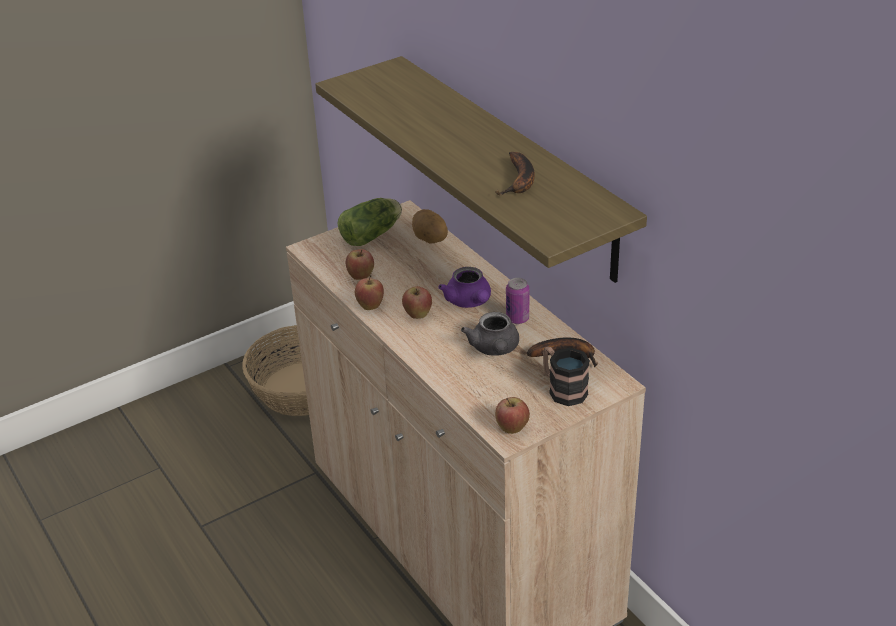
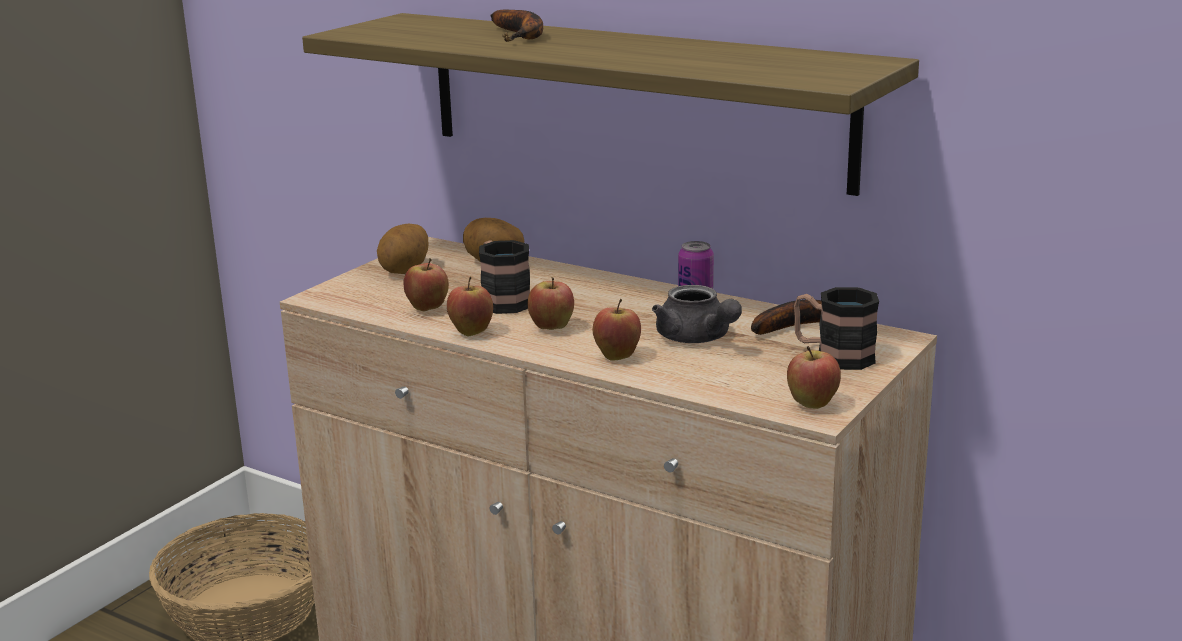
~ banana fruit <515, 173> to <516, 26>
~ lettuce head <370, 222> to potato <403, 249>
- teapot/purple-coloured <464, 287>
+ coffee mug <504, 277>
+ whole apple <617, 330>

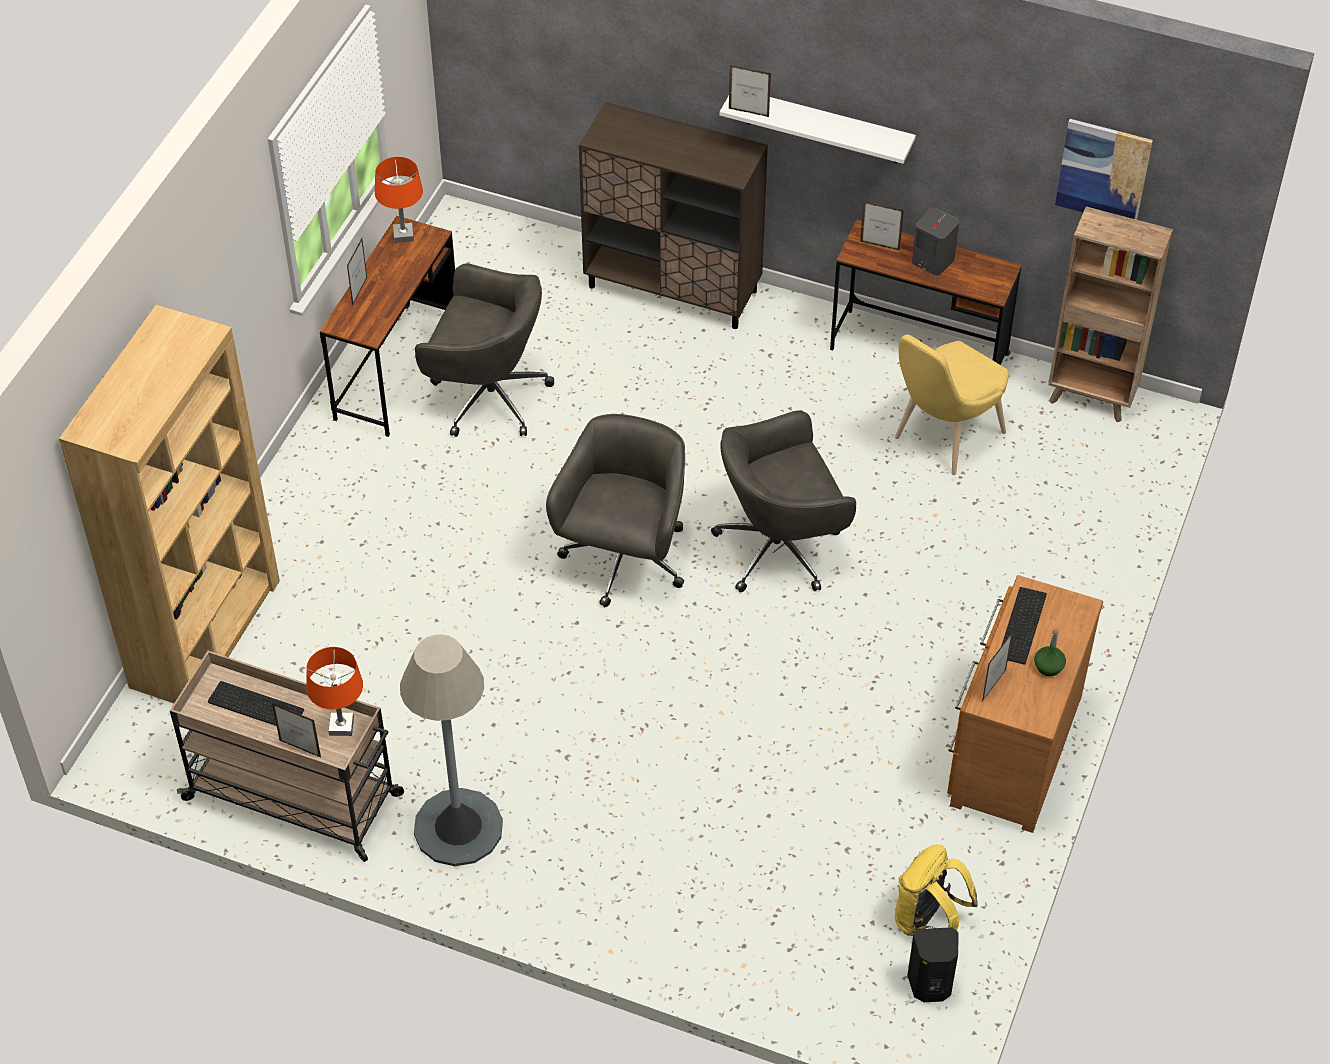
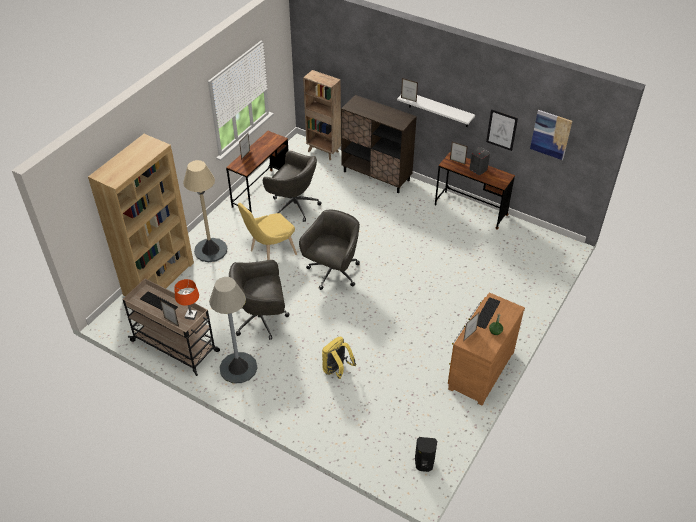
- tabletop lamp/orangey <399, 200>
~ bookshelf/brown-coloured <1110, 314> to <322, 115>
~ plain chair/yellow <952, 404> to <267, 231>
~ computer chair/greyish <783, 501> to <259, 300>
~ rucksack/yellow <936, 890> to <339, 358>
+ wall picture <502, 130>
+ floor lamp/sand-coloured <205, 211>

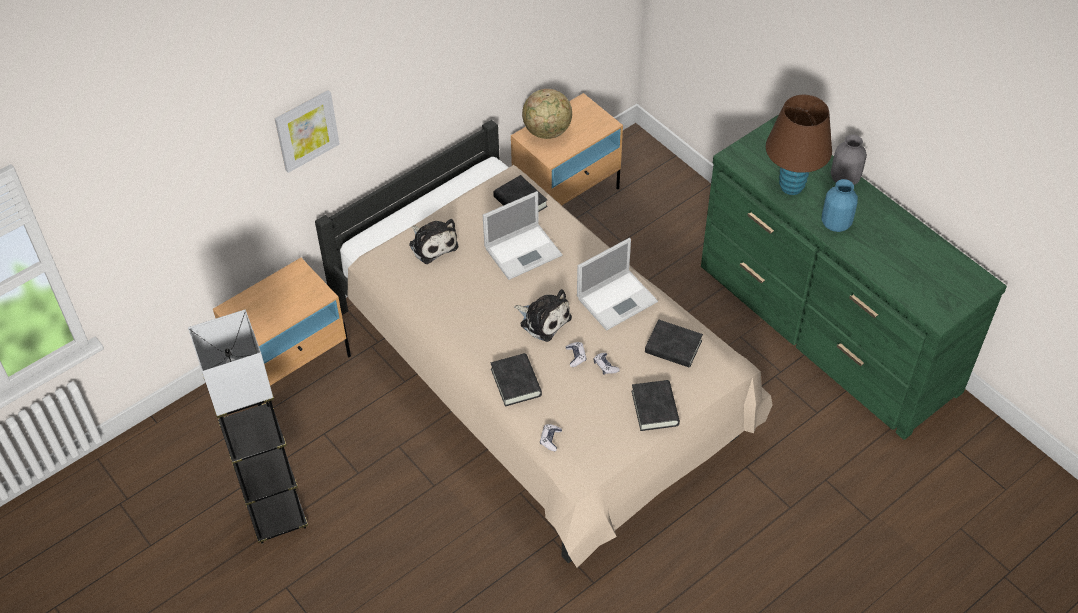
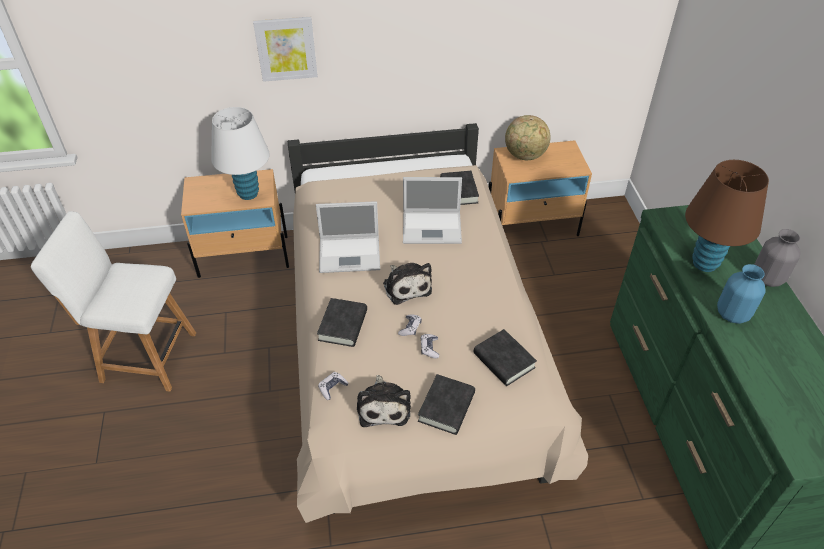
~ cuddly toy <433, 241> to <384, 401>
~ laptop <617, 284> to <348, 237>
~ floor lamp/greyish <248, 427> to plain chair/white <113, 301>
+ tabletop lamp/white <240, 153>

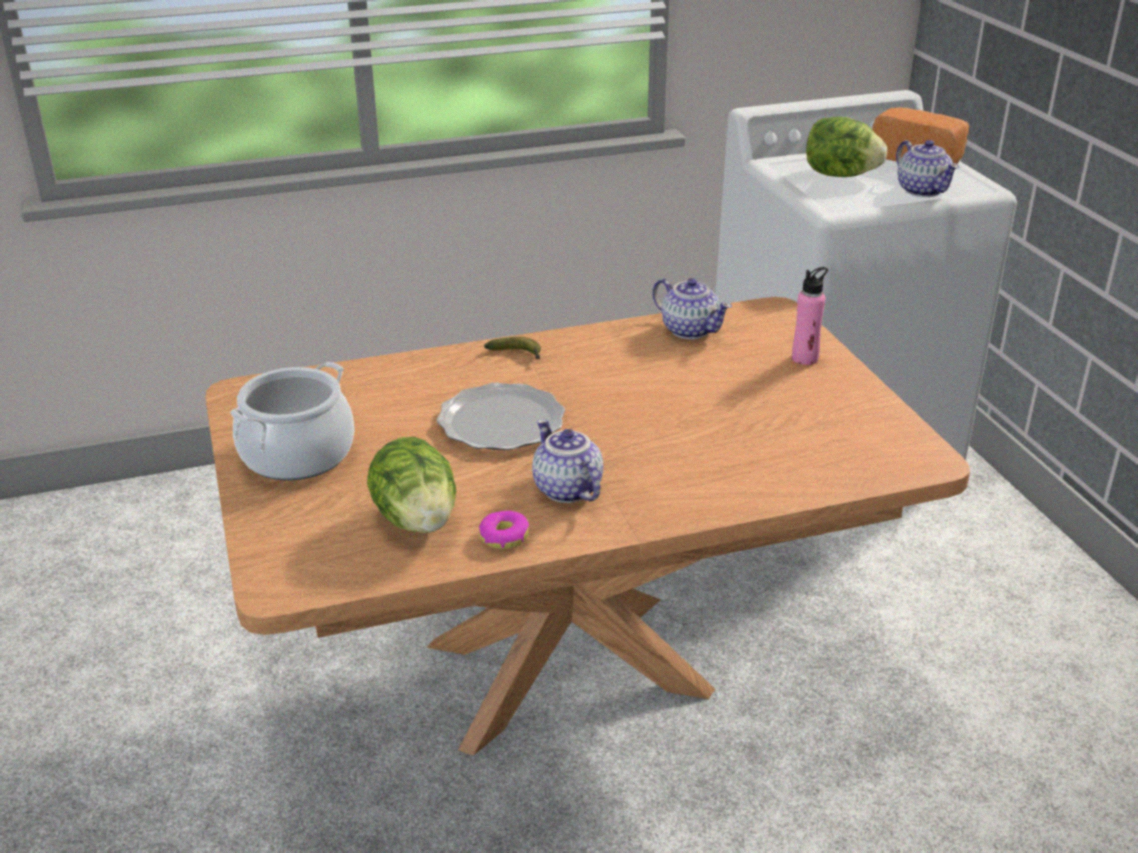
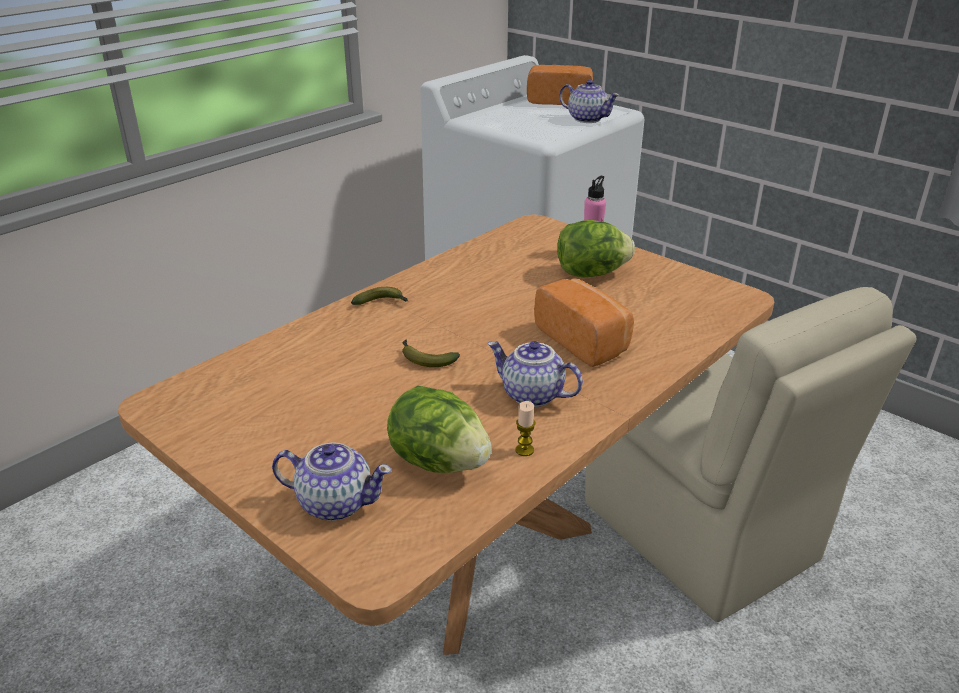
~ lettuce head <846, 147> to <596, 248>
~ teapot <692, 308> to <332, 481>
- saucepot <292, 421>
~ plate <501, 416> to banana fruit <431, 353>
~ doughnut <504, 530> to candle <525, 428>
+ bread <584, 322>
+ plain chair/sand-coloured <751, 454>

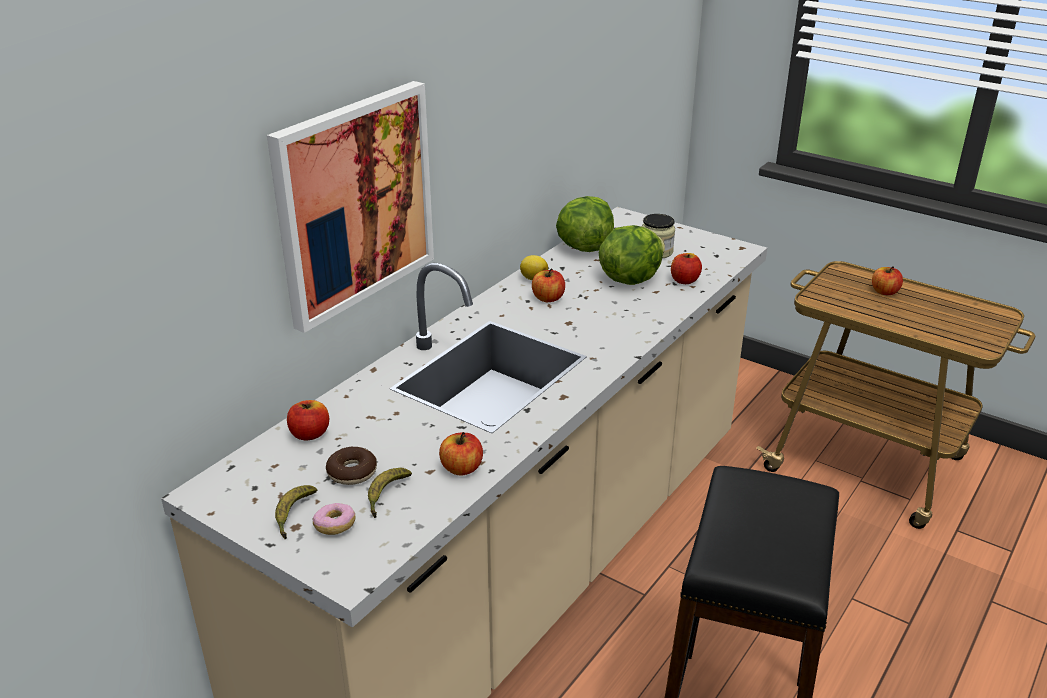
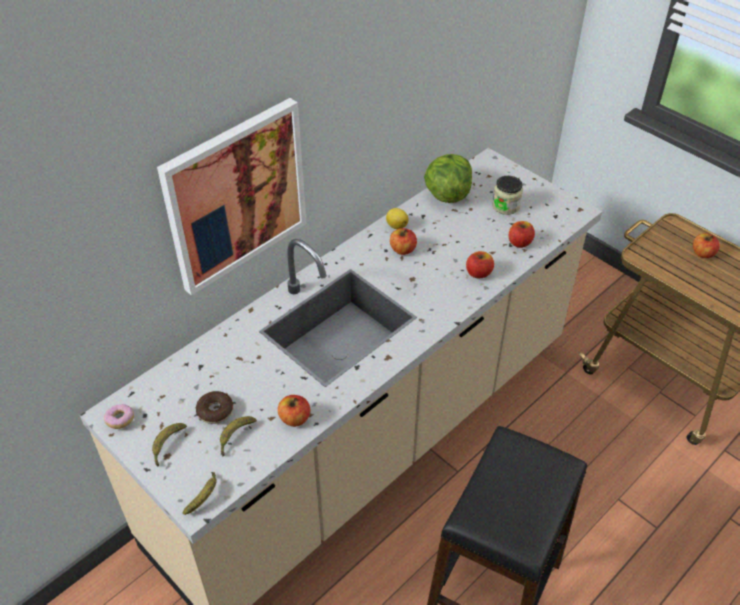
- lettuce head <632, 255>
~ whole apple <308, 420> to <480, 264>
~ doughnut <334, 519> to <119, 416>
+ banana fruit <200, 493>

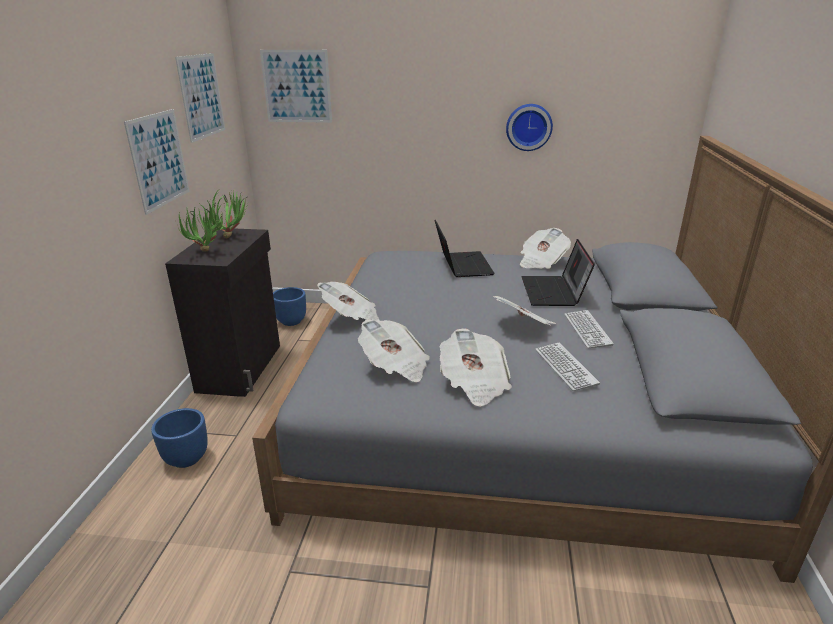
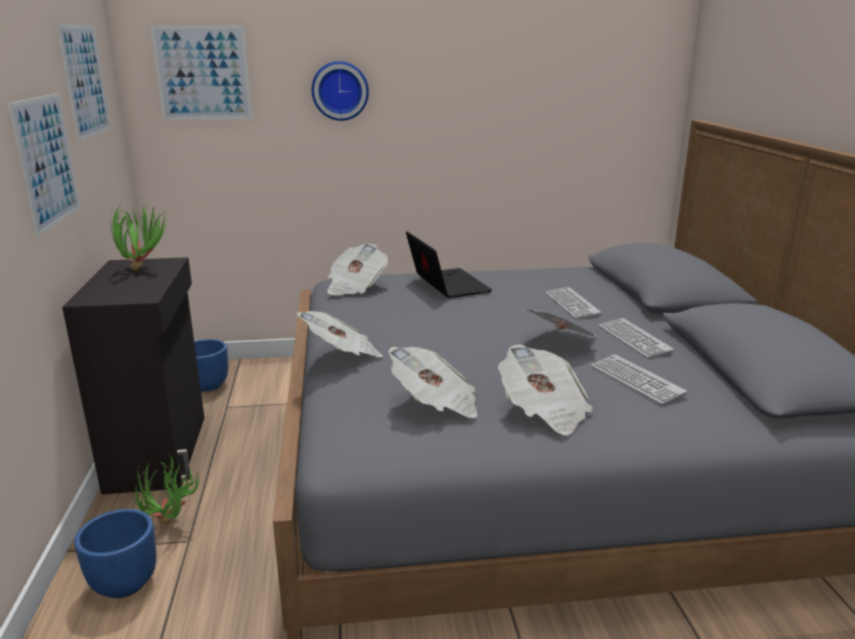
~ wall clock <529, 127> to <340, 91>
~ plant in a pot <200, 227> to <166, 488>
~ daily paper <545, 248> to <357, 269>
~ laptop <558, 272> to computer keyboard <573, 303>

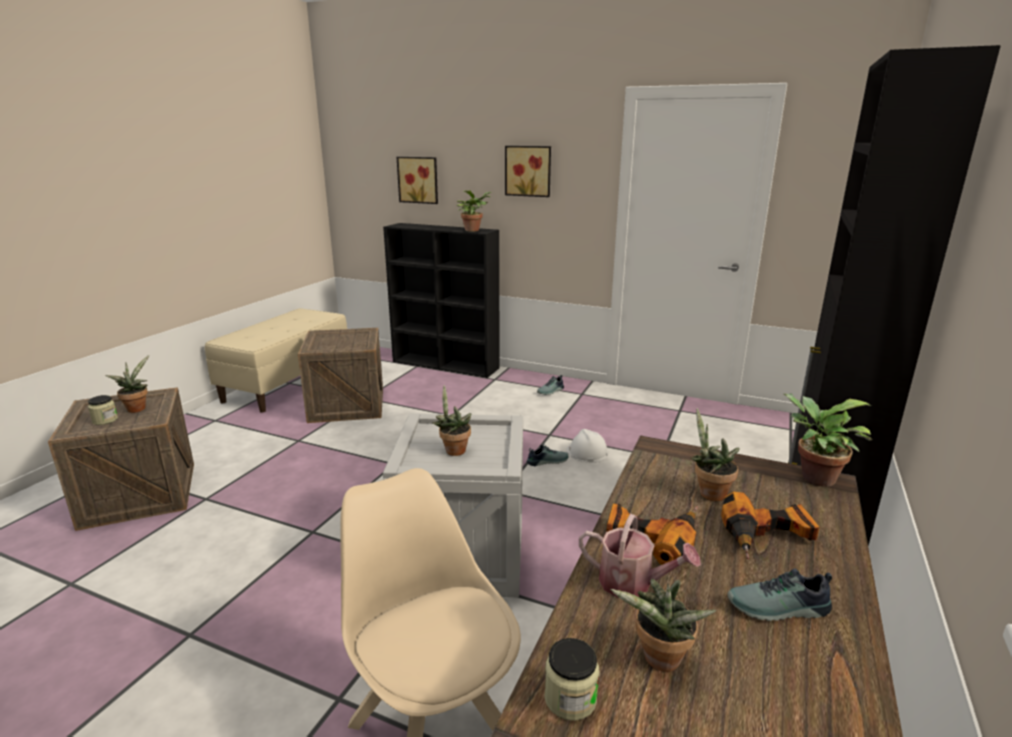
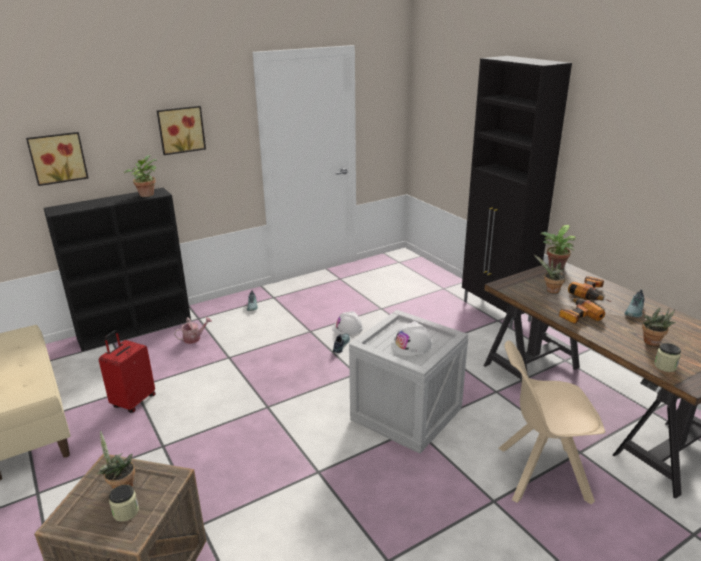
~ shipping crate <340, 375> to suitcase/red-coloured <127, 371>
~ plant in a pot <451, 420> to safety helmet/white <411, 338>
~ sprinkling can <640, 556> to <193, 330>

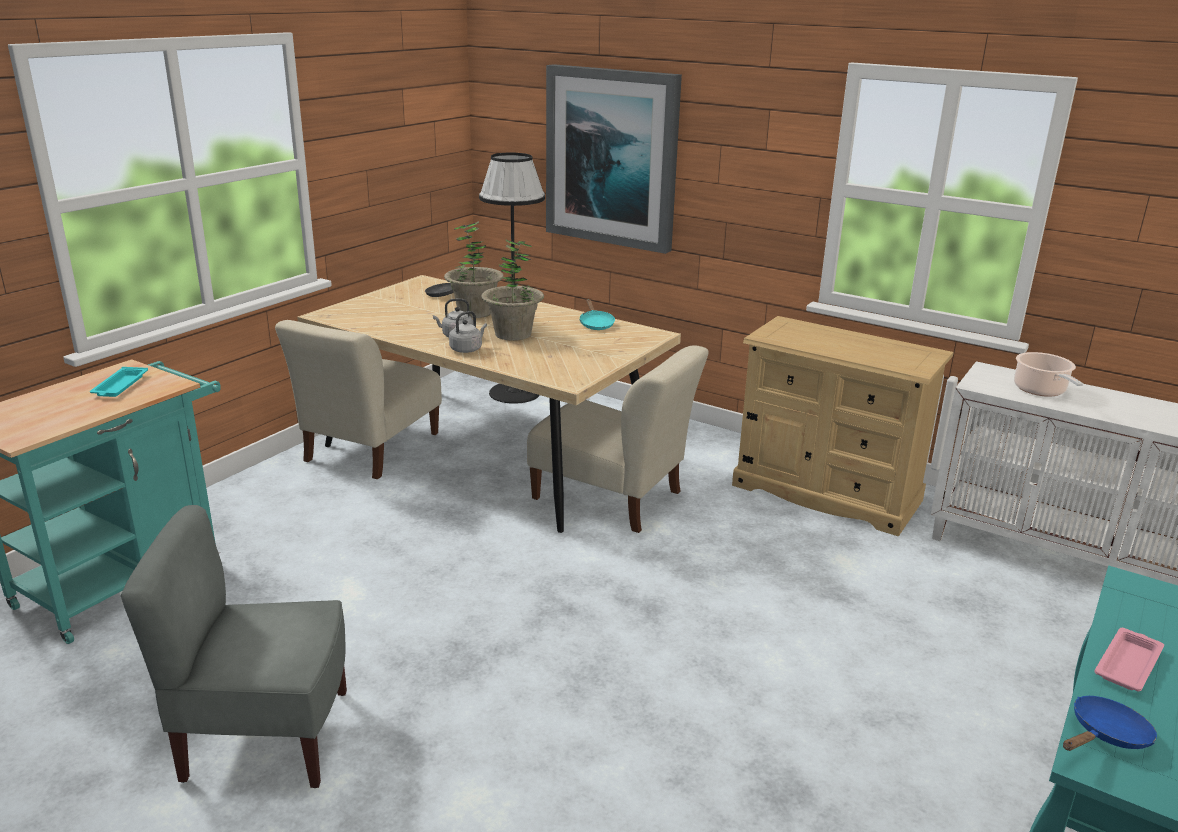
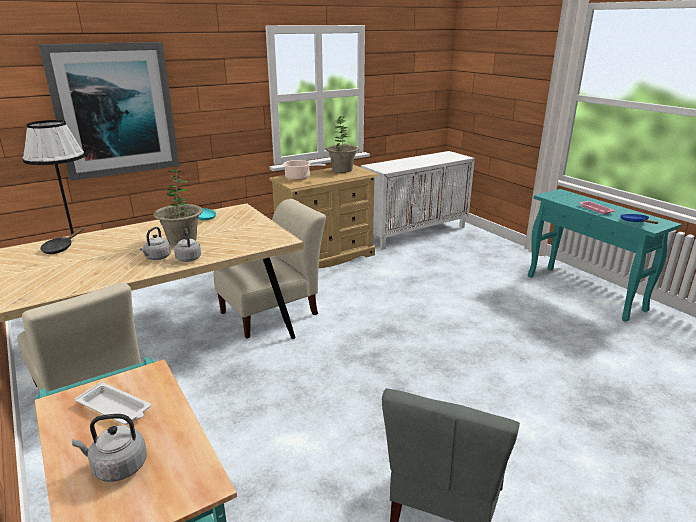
~ plant in a pot <474, 269> to <342, 144>
~ saucepot <1048, 374> to <304, 170>
~ tray/blue-green <119, 382> to tray/white <113, 403>
+ water kettle/greyish <109, 448>

